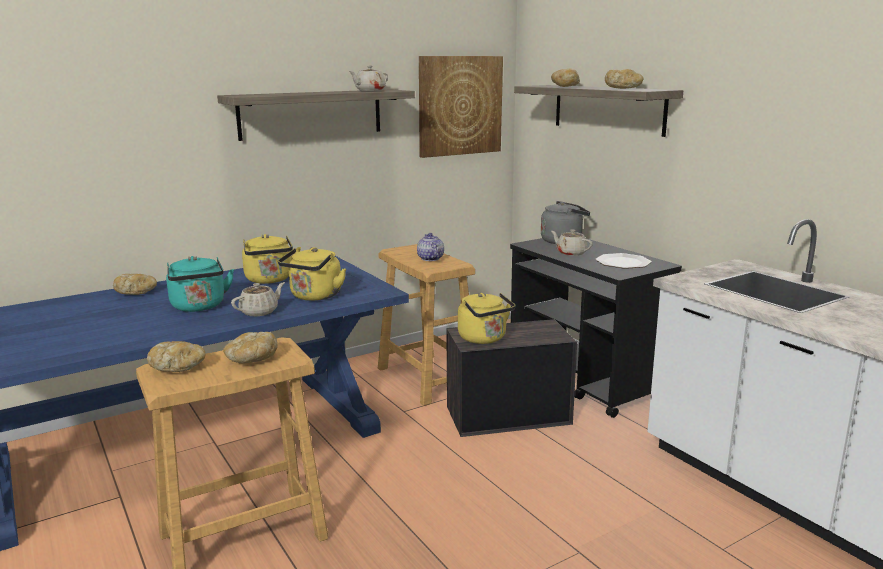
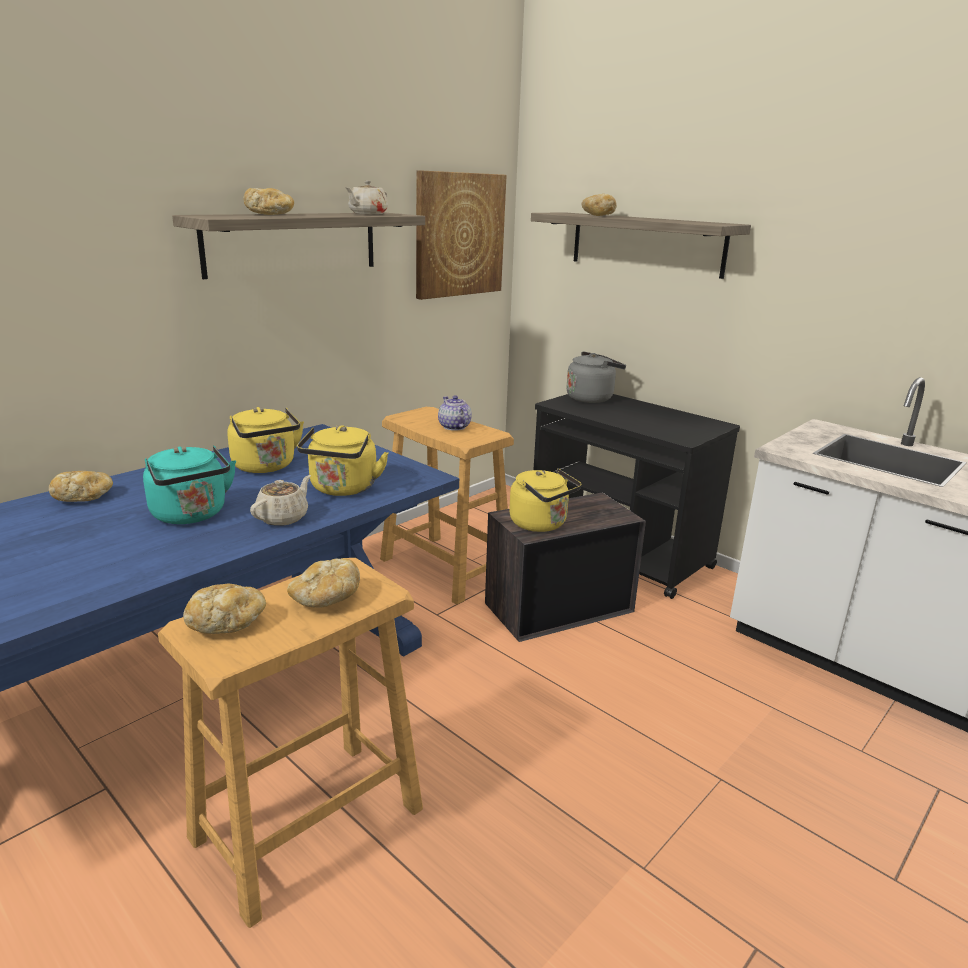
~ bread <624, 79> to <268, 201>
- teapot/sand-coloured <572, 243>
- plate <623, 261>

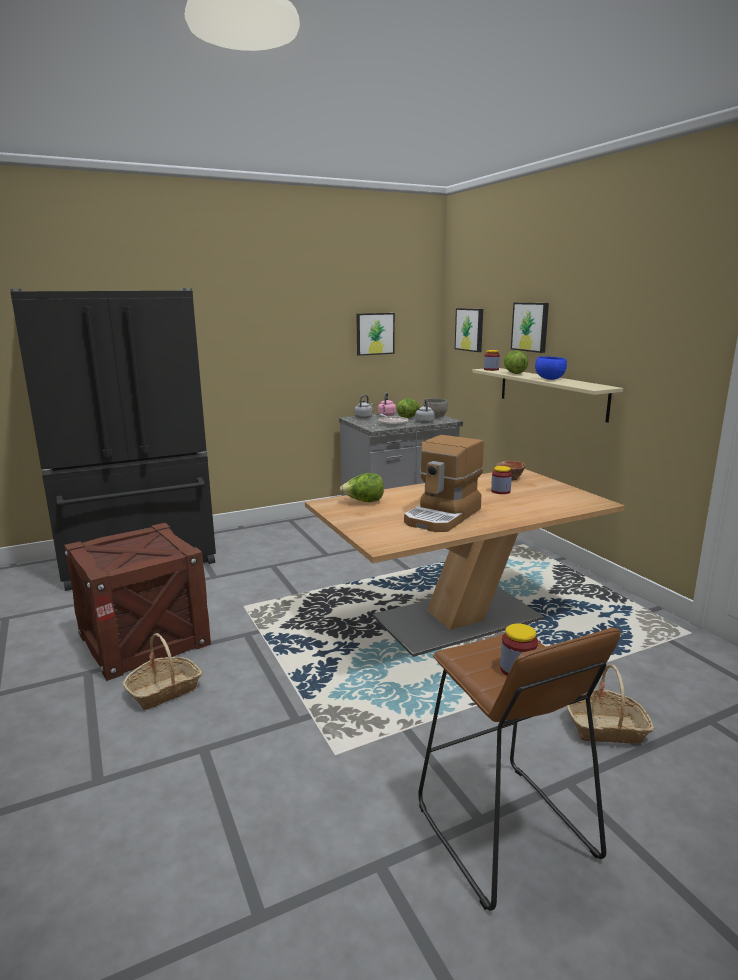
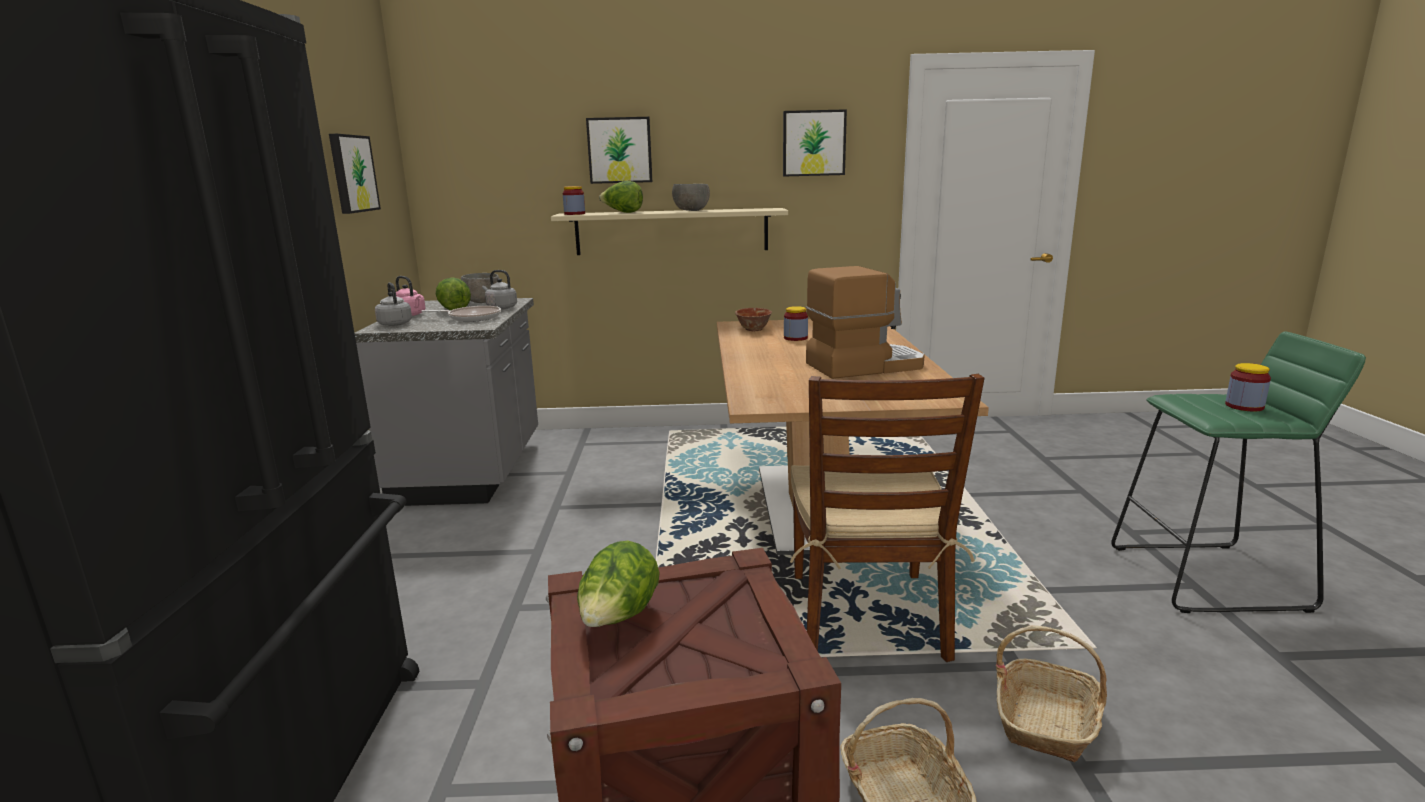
~ wall picture <469, 330> to <815, 142>
~ deep dish/blue-coloured <551, 368> to deep dish/greyish <691, 197>
~ coffee machine <444, 483> = <865, 322> 75 degrees counterclockwise
~ lettuce head <362, 487> to <618, 584>
~ stool seat/brown-coloured <519, 769> to stool seat/greenish <1238, 472>
~ storage basket <611, 703> to <1051, 694>
+ plain chair/brown-coloured <887, 518>

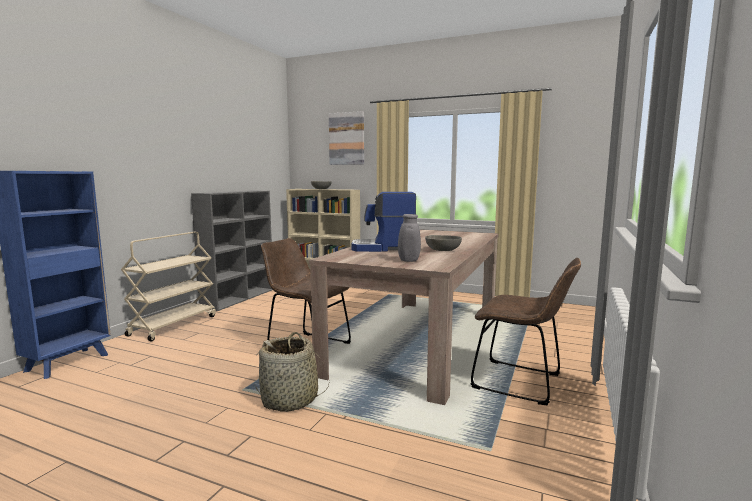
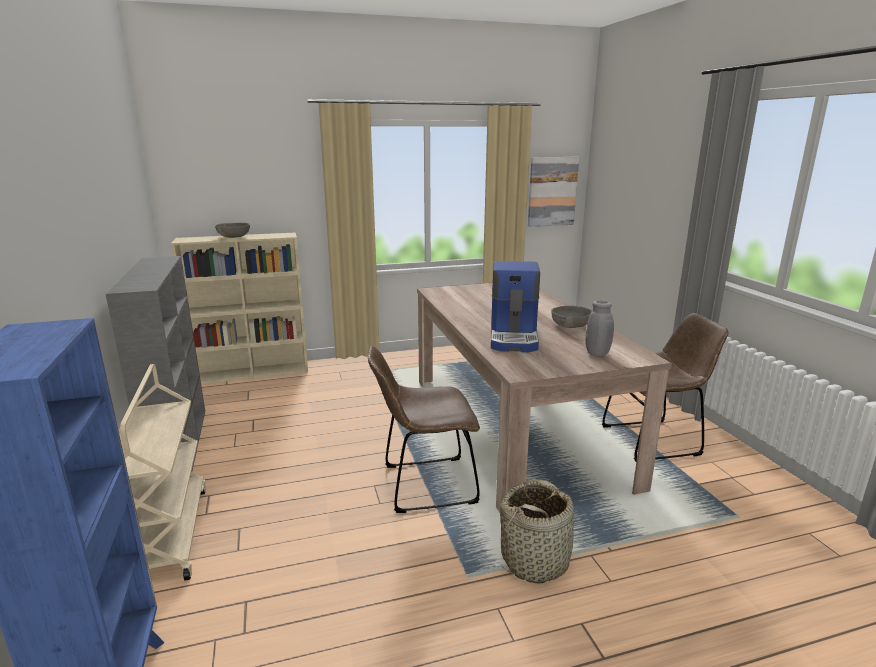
~ wall picture <346, 138> to <553, 192>
~ coffee machine <383, 222> = <515, 306> 45 degrees counterclockwise

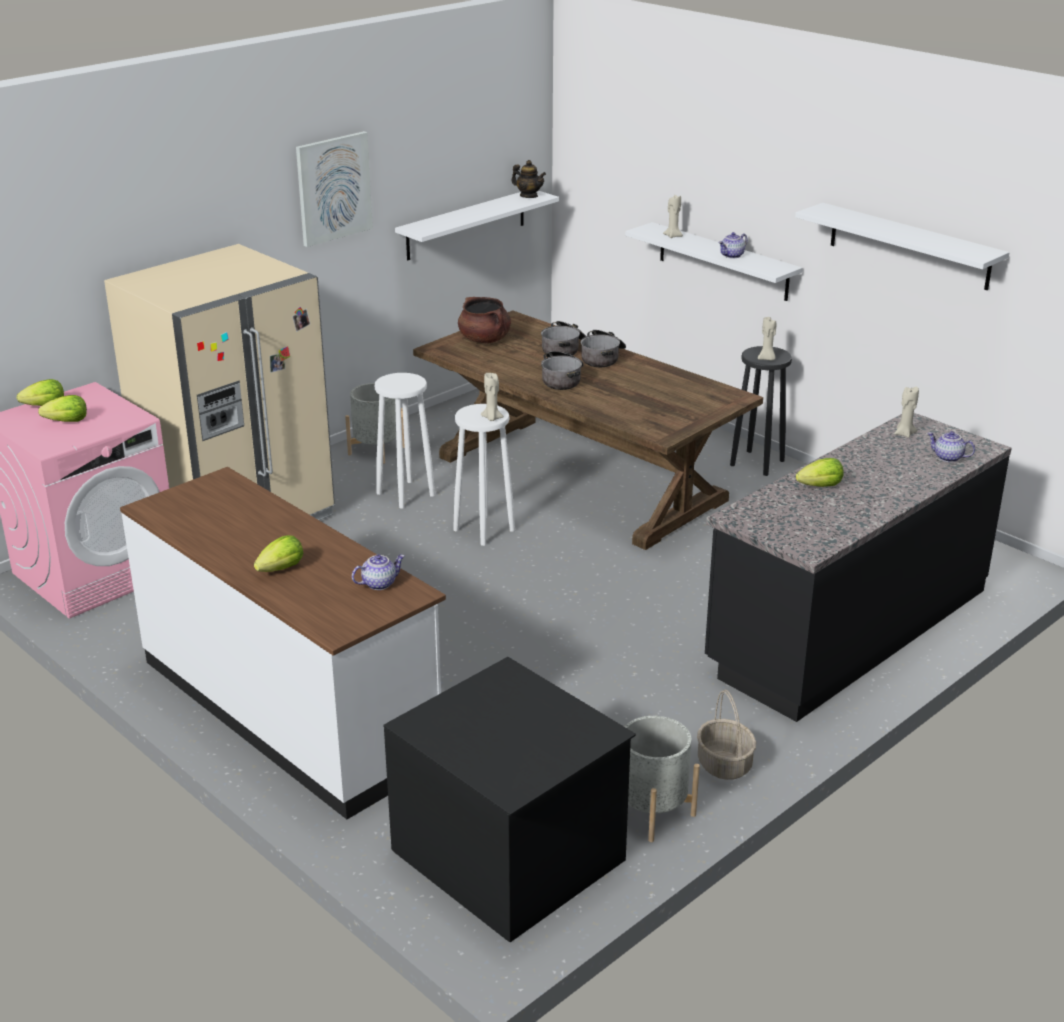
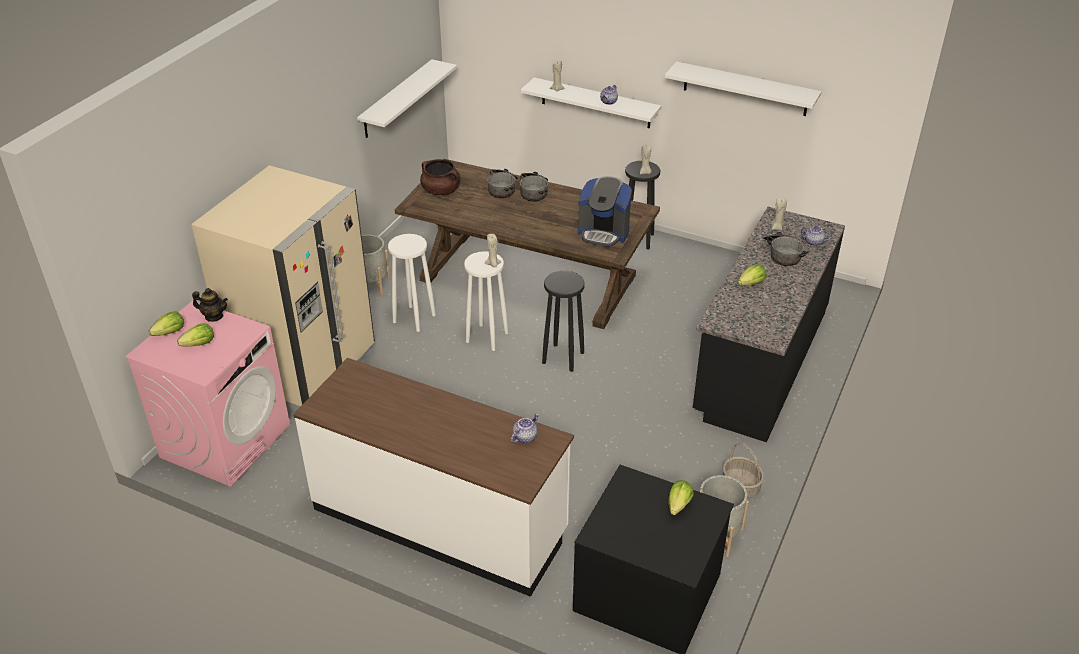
- wall picture <334, 189>
~ teapot <528, 179> to <210, 305>
~ saucepot <562, 370> to <786, 249>
~ lettuce head <278, 553> to <681, 497>
+ coffee machine <605, 211>
+ stool seat/black-coloured <563, 321>

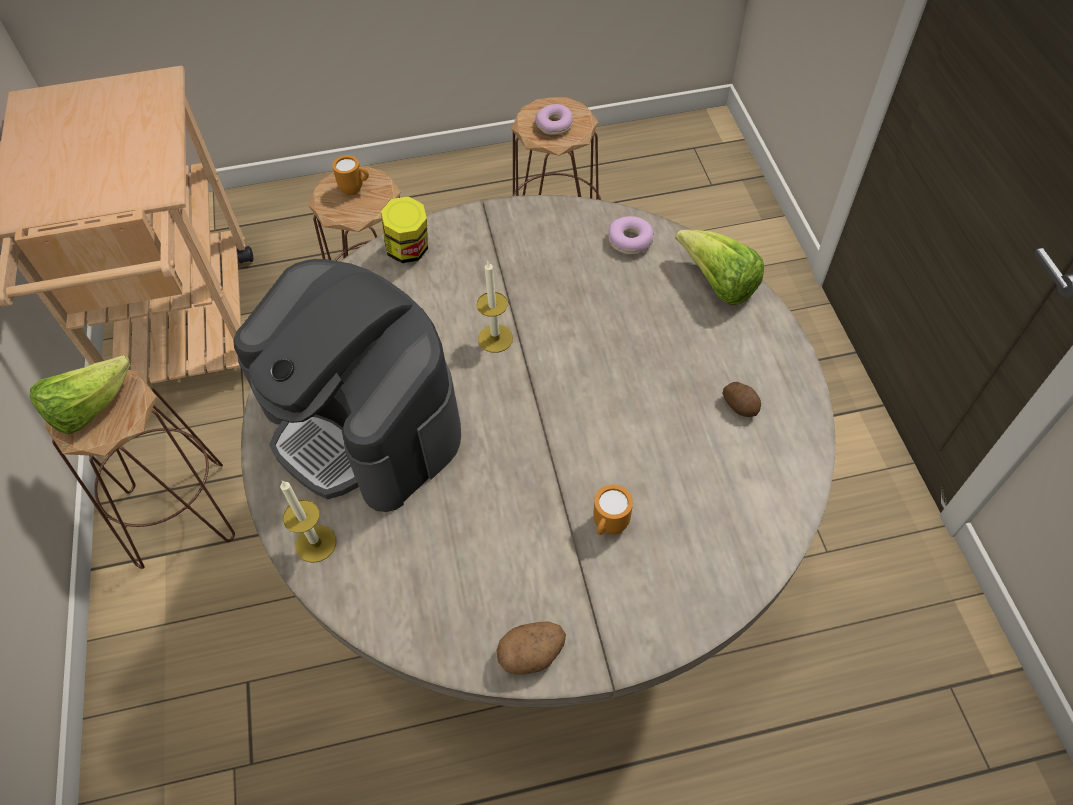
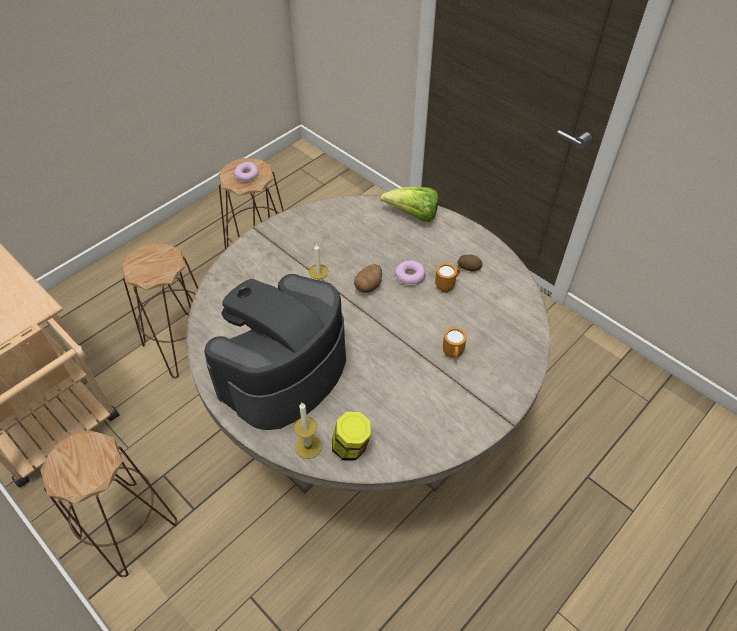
~ coffee mug/orangey <350, 175> to <447, 278>
~ storage jar <404, 229> to <351, 436>
~ doughnut <631, 235> to <410, 273>
~ coffee machine <347, 385> = <275, 352> 120 degrees clockwise
- lettuce head <80, 394>
~ potato <531, 648> to <368, 278>

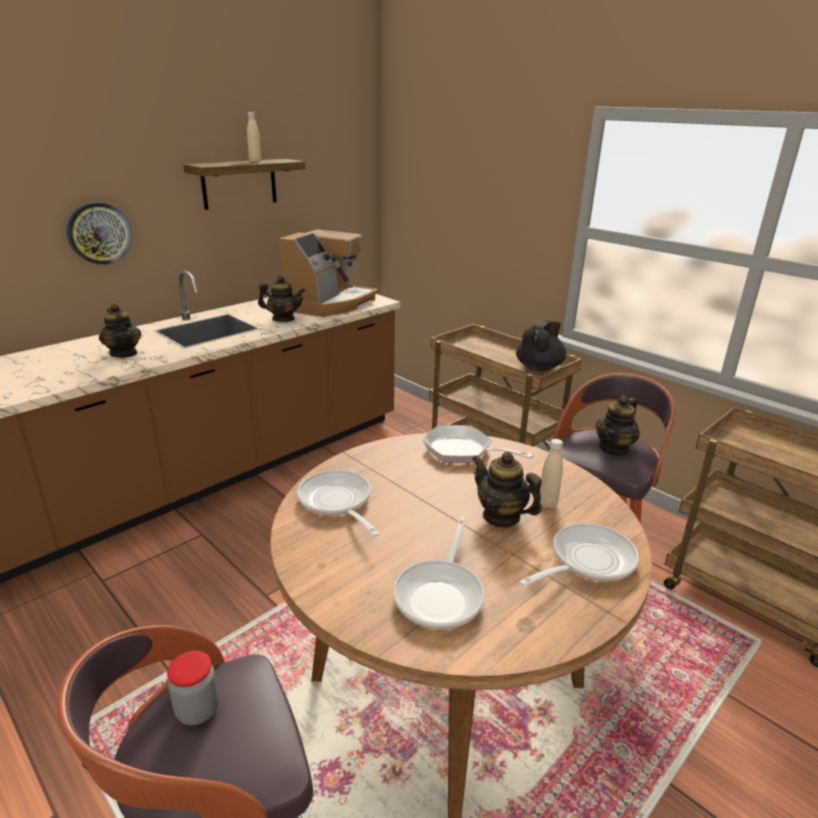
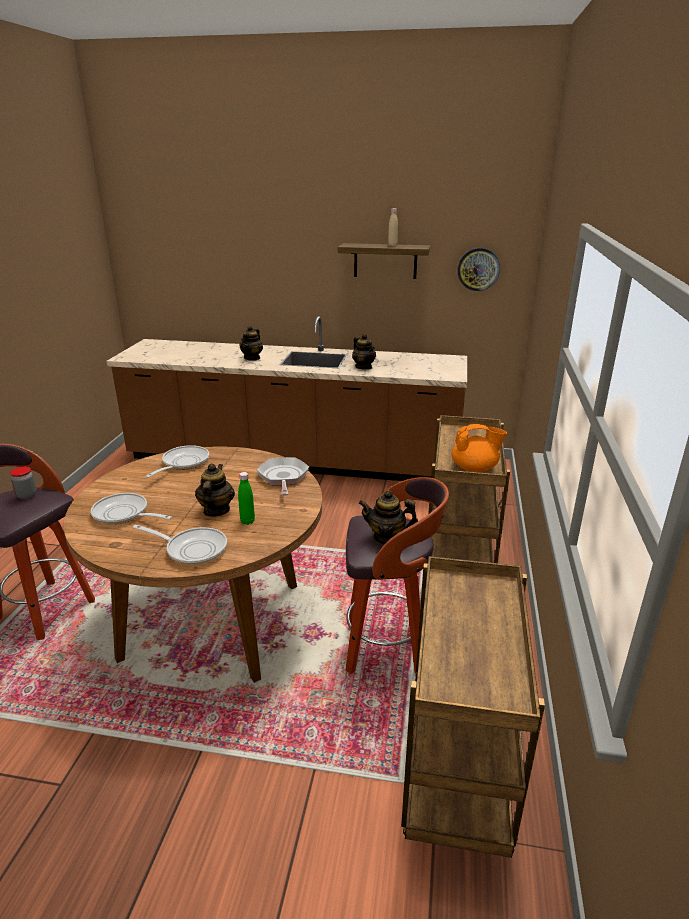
~ wall clock <99, 233> to <478, 269>
- coffee machine <328, 273>
~ teapot/black-coloured <541, 346> to teapot/orangey <479, 448>
~ bottle/sand-coloured <551, 473> to bottle/greenish <246, 498>
~ skillet <439, 573> = <132, 508> 45 degrees clockwise

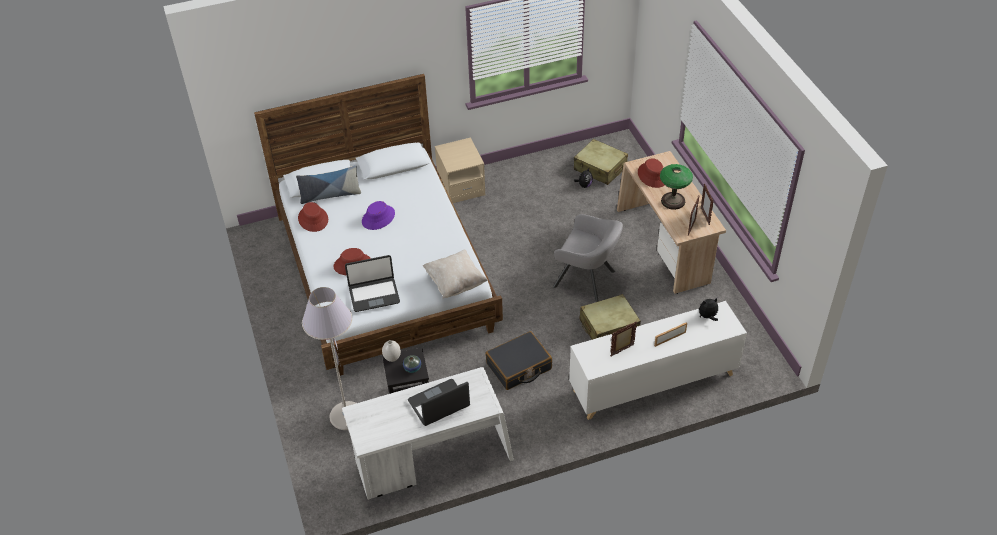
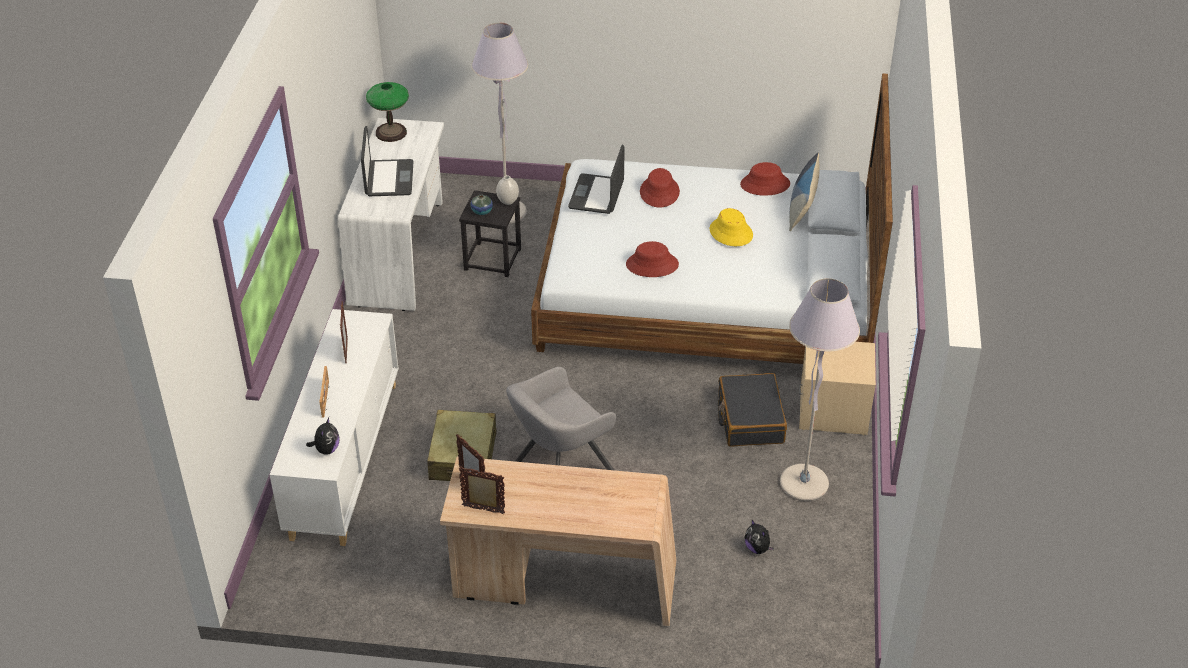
- suitcase/sand-coloured <601, 162>
~ hat/red-coloured <651, 173> to <652, 259>
~ tabletop lamp <676, 187> to <387, 112>
~ hat/purple-coloured <378, 215> to hat/yellow <731, 227>
- pillow/sand-coloured <455, 274>
~ suitcase/black-coloured <519, 360> to <752, 409>
+ floor lamp/greyish <820, 389>

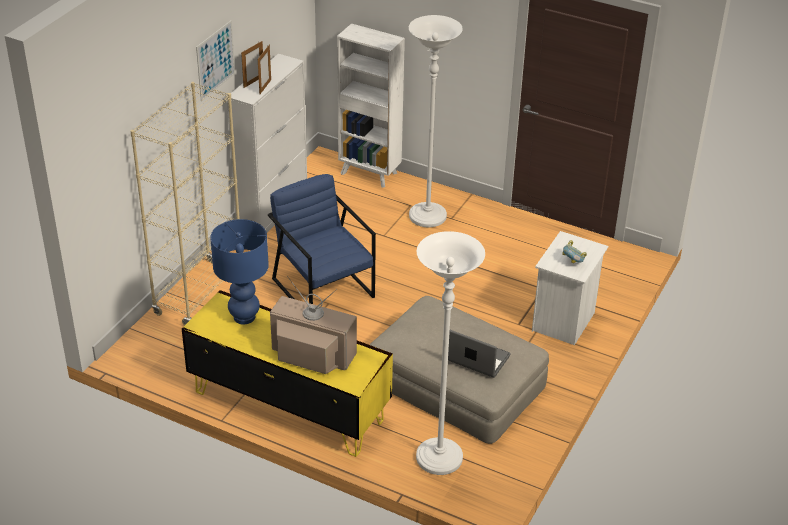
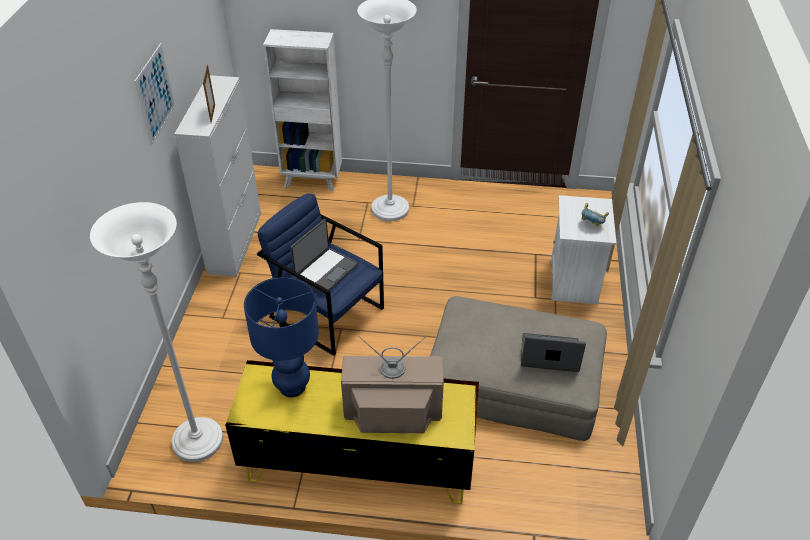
- picture frame <252, 64>
- bookshelf/sand-coloured <185, 203>
~ floor lamp/white <450, 353> to <156, 332>
+ laptop <324, 256>

